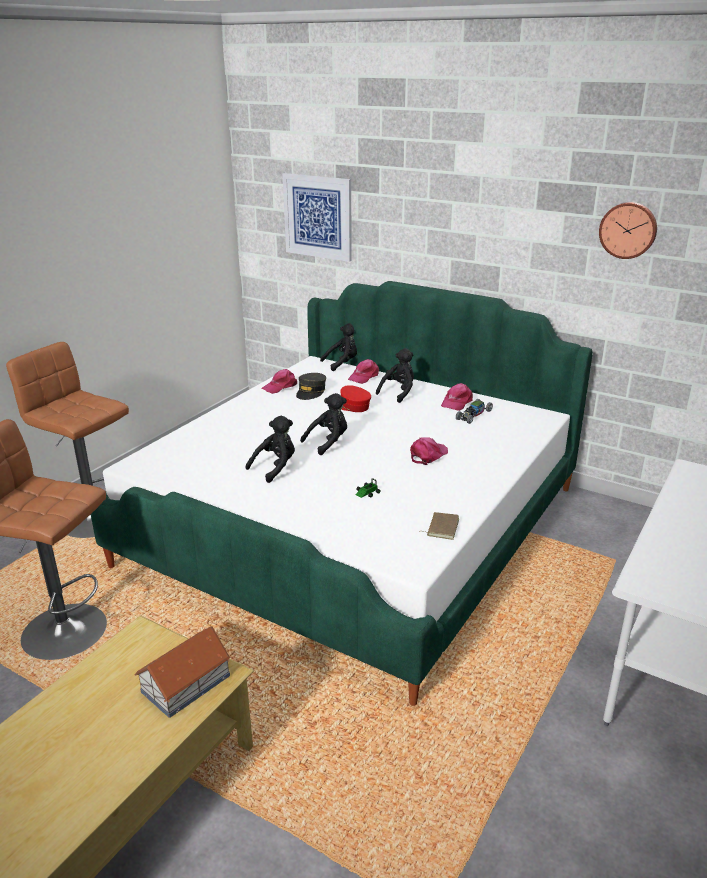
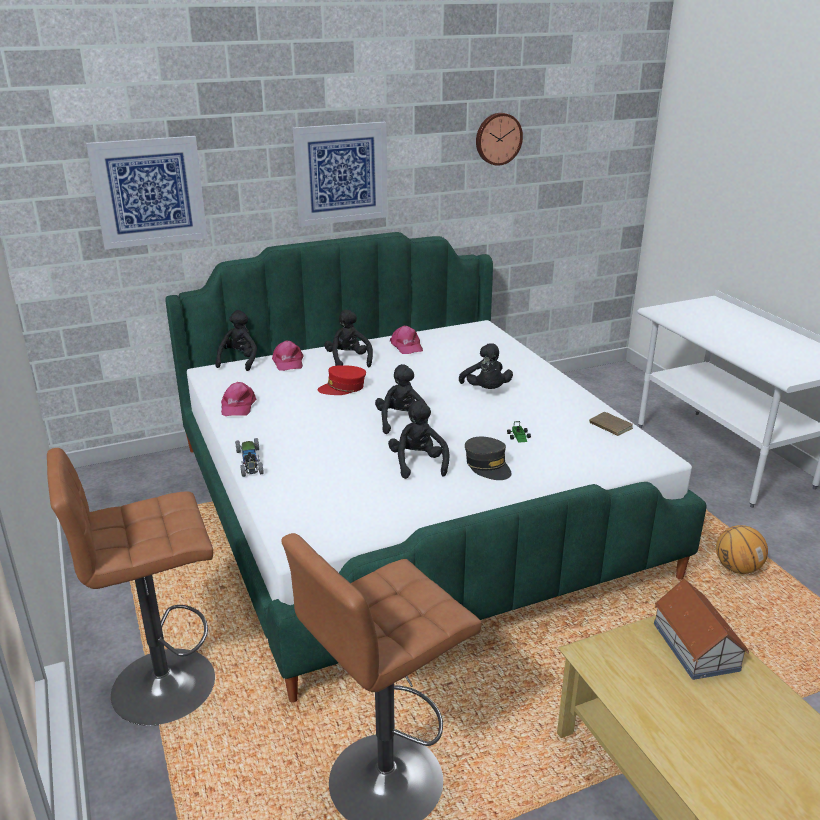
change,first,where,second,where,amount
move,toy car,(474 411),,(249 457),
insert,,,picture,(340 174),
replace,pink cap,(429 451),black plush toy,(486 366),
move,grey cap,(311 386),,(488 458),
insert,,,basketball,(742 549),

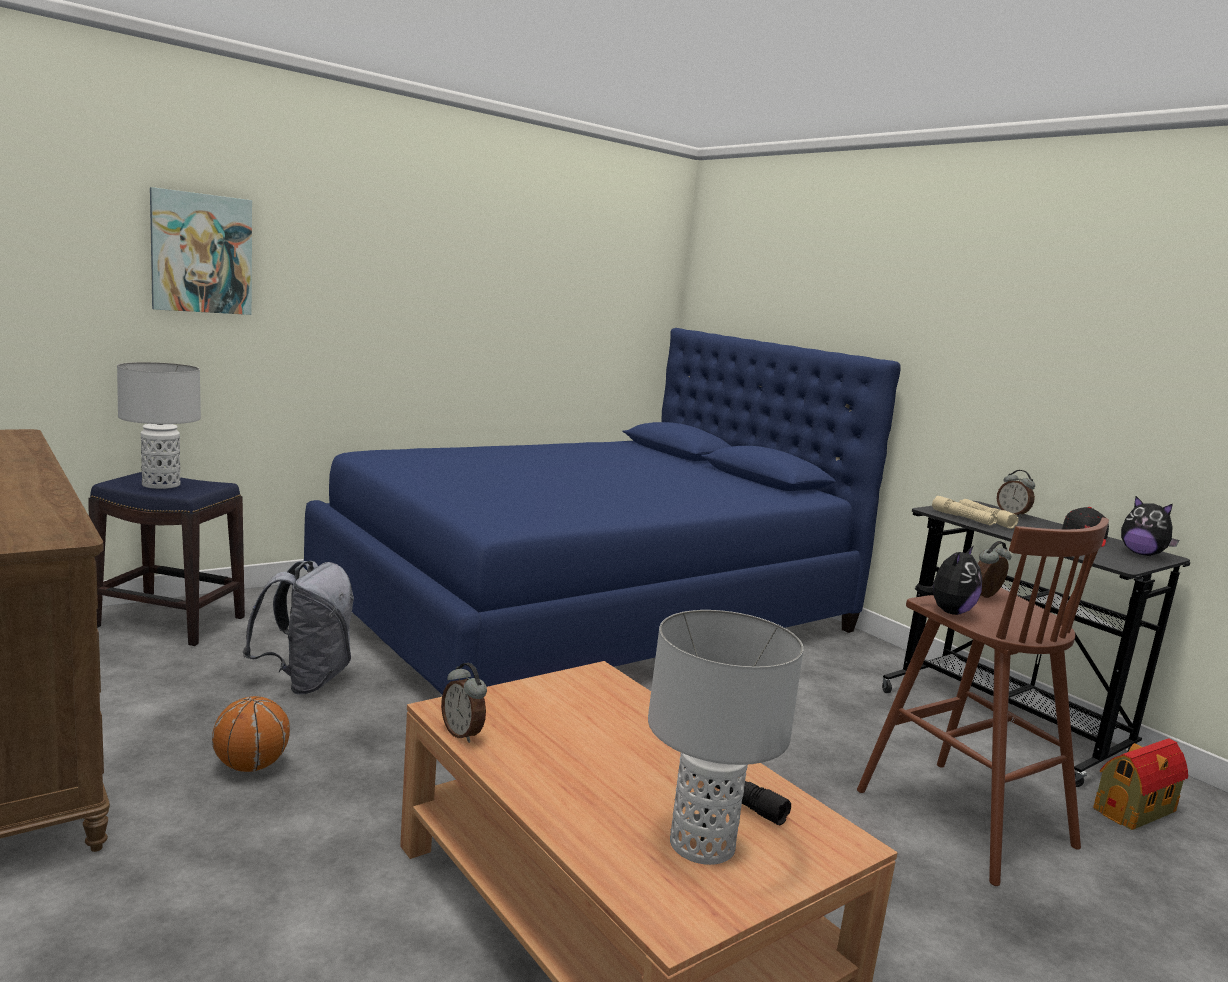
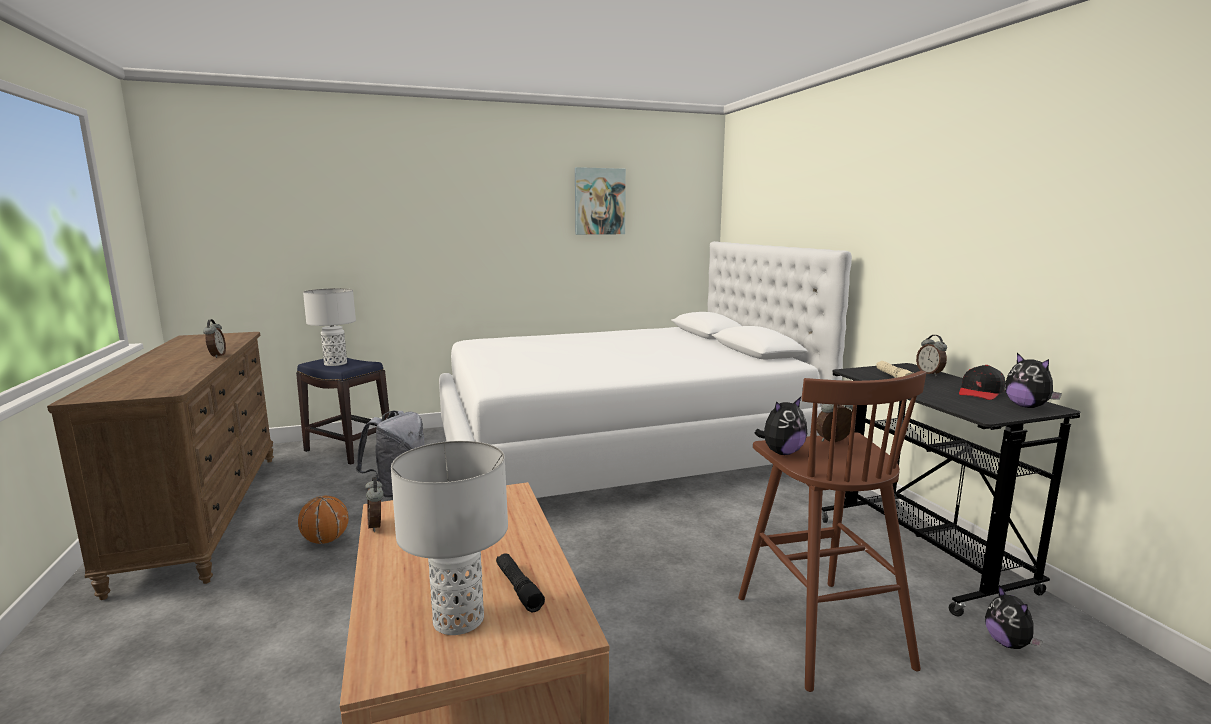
change,first,where,second,where,amount
insert,,,alarm clock,(214 338),
recolor,blue bed,(602 511),white bed,(645 369),
move,picture,(201 251),,(600 201),
replace,toy house,(1140 784),plush toy,(1014 617),
delete,beige flashlight,(965 511),,,

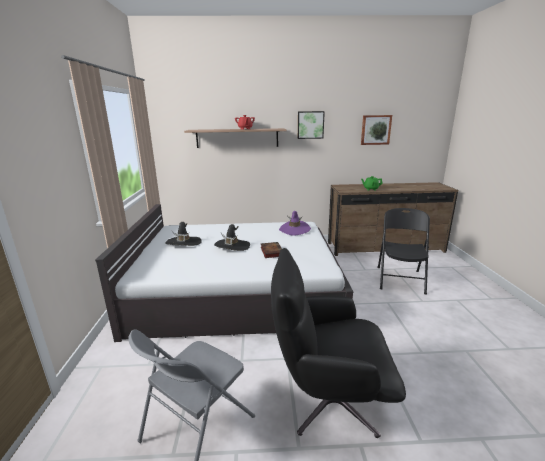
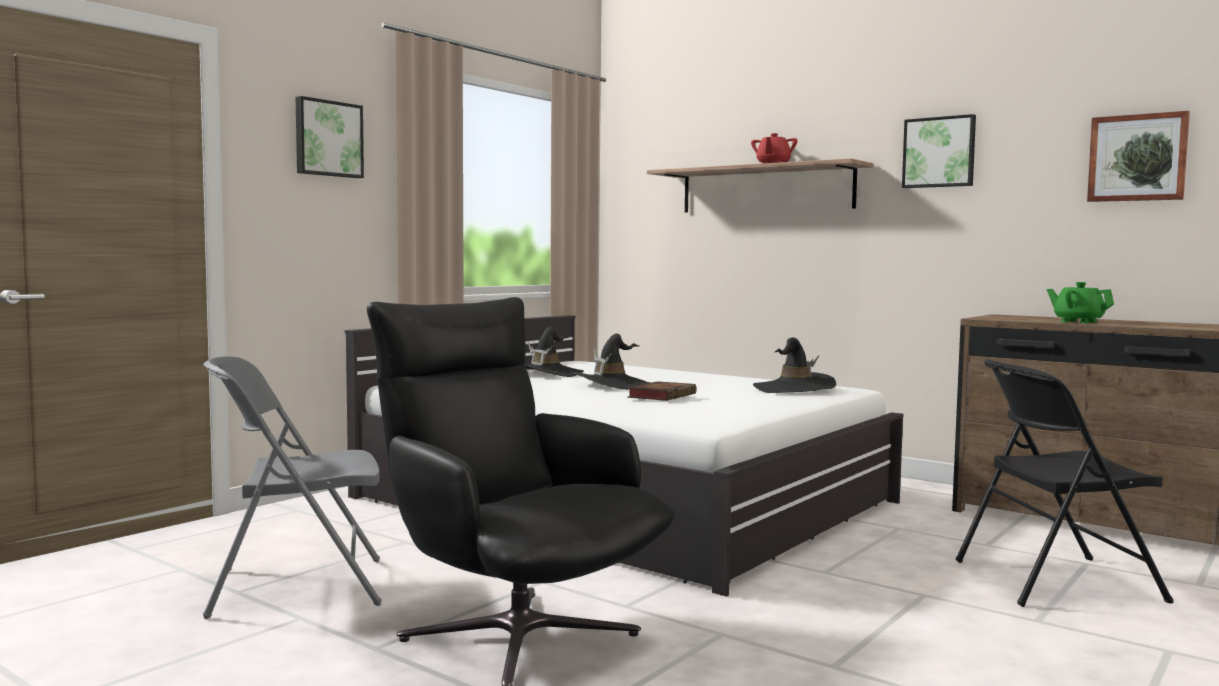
change,first,where,second,where,amount
insert,,,picture,(330 137),
recolor,purple hat,(295 223),black hat,(794 365),
rotate,black chair,(403 251),,(1064 483),150 degrees counterclockwise

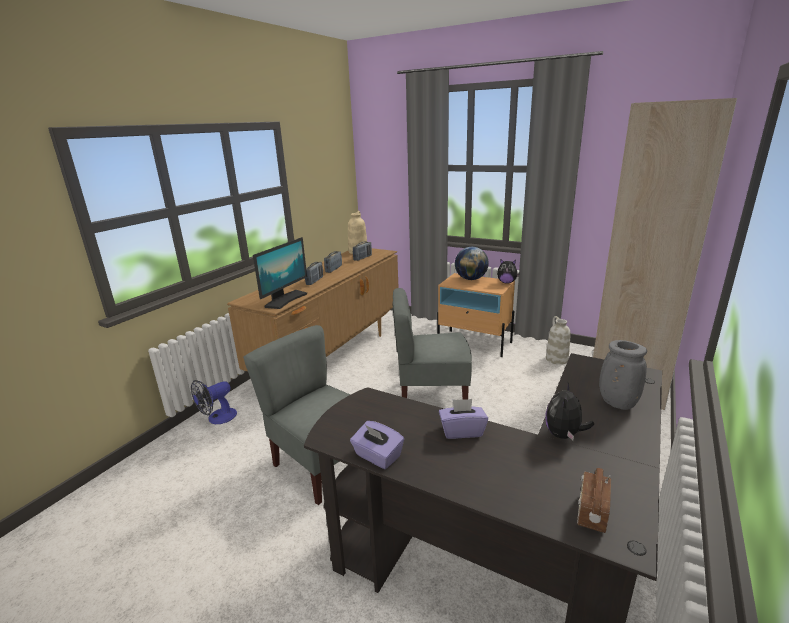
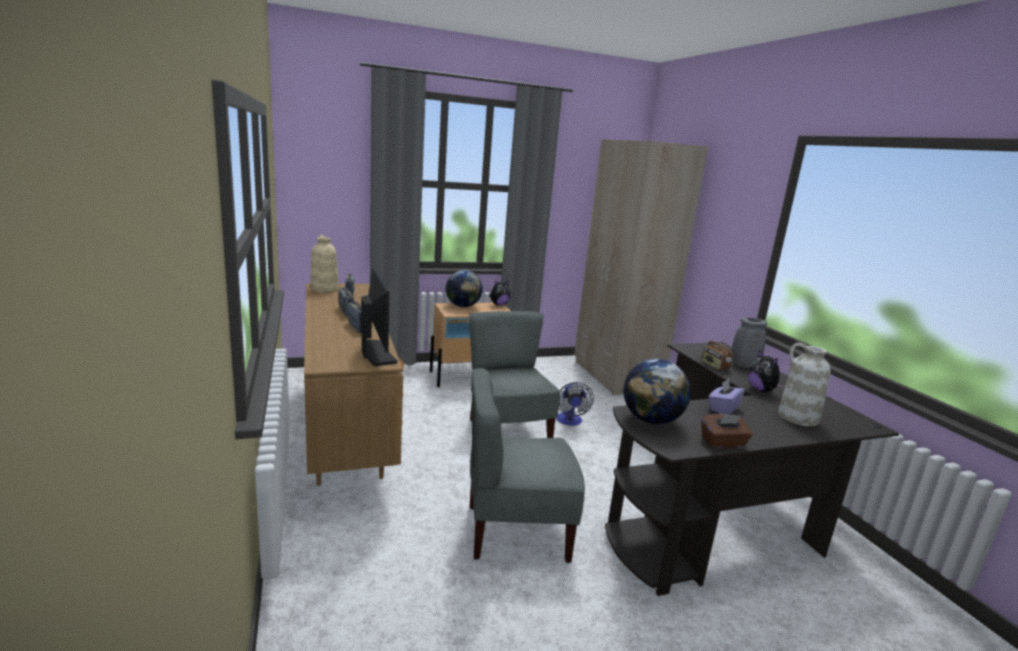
change,first,where,second,where,amount
rotate,grey chair,(432 343),,(514 374),120 degrees clockwise
move,fan,(214 402),,(575 404),
insert,,,globe,(657 391),
move,radio,(594 500),,(717 353),
recolor,purple tissue box,(377 445),brown tissue box,(727 431),
move,white vase,(558 340),,(804 385),

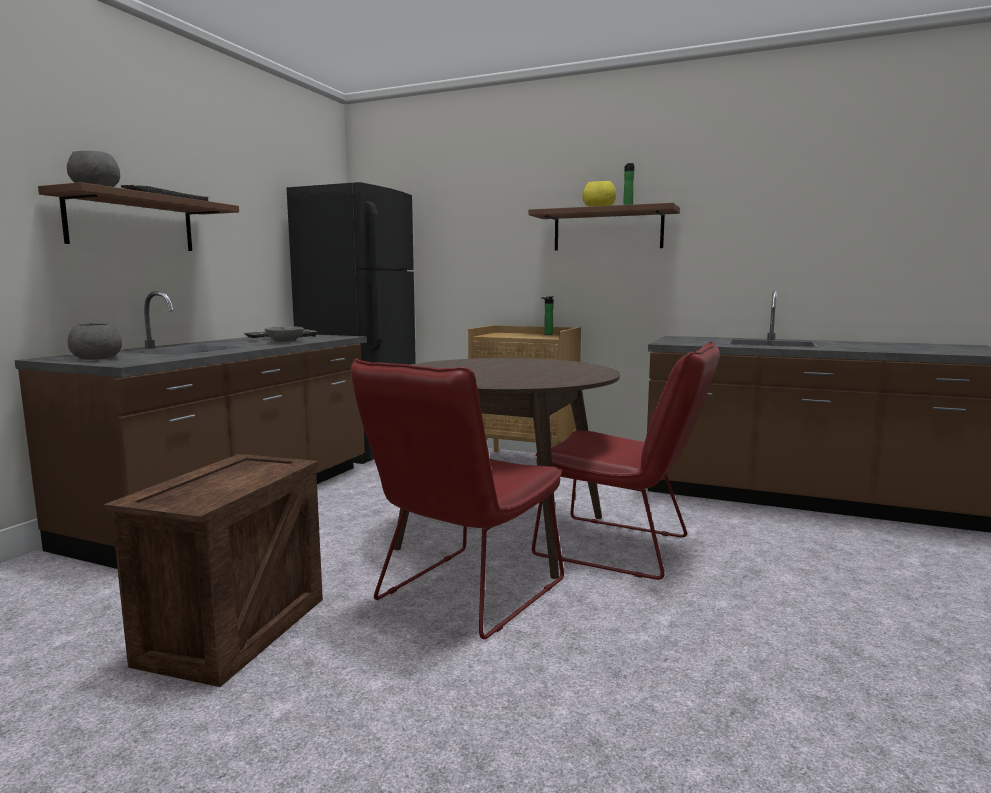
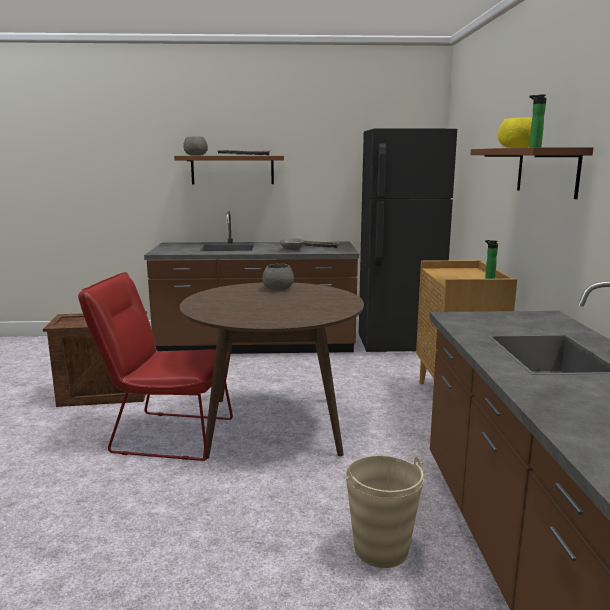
change,first,where,second,where,amount
move,grey bowl,(95 341),,(278 277),
insert,,,beige bucket,(384 512),
delete,red chair,(626 461),,,

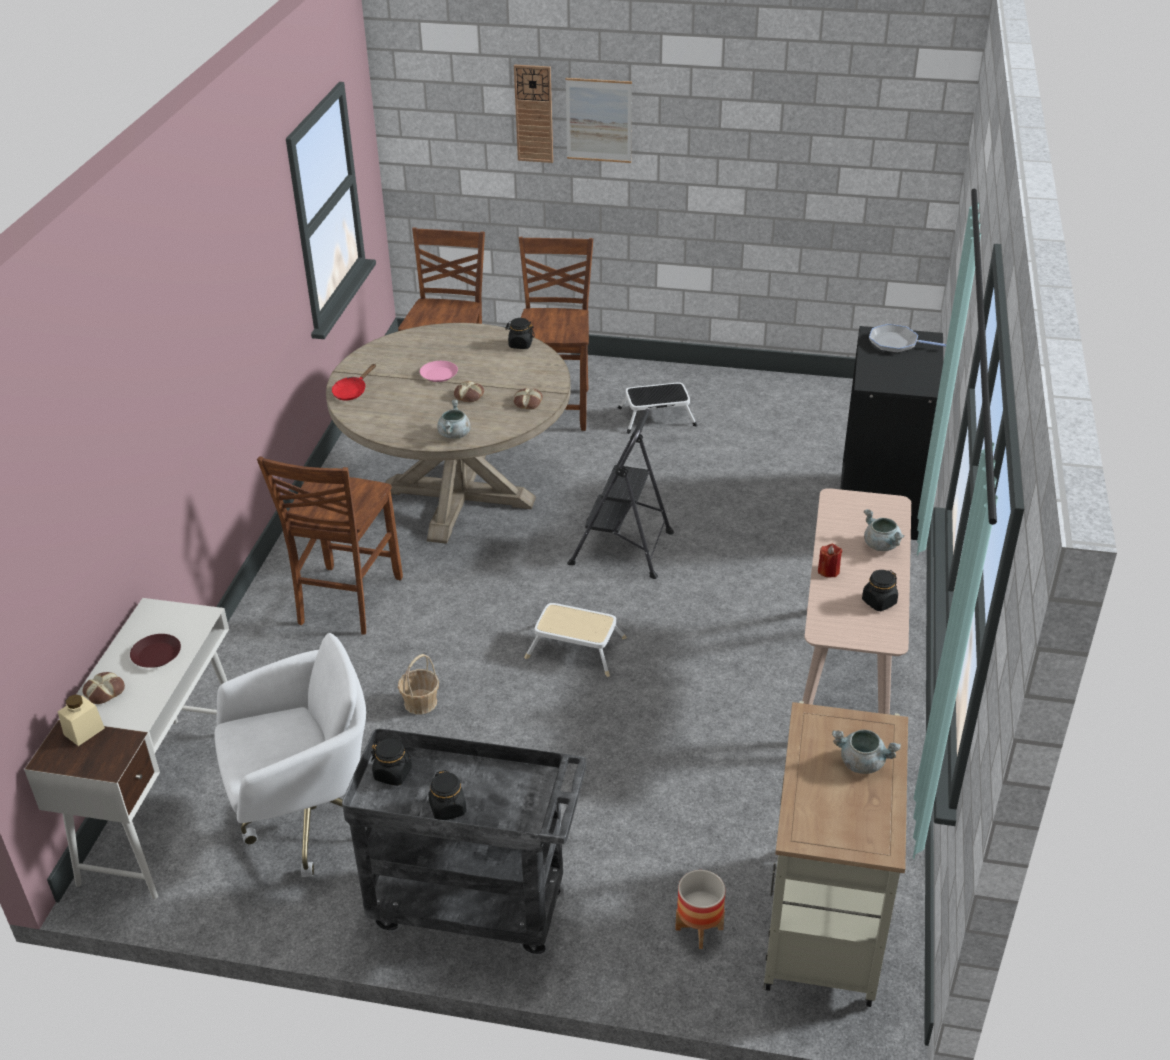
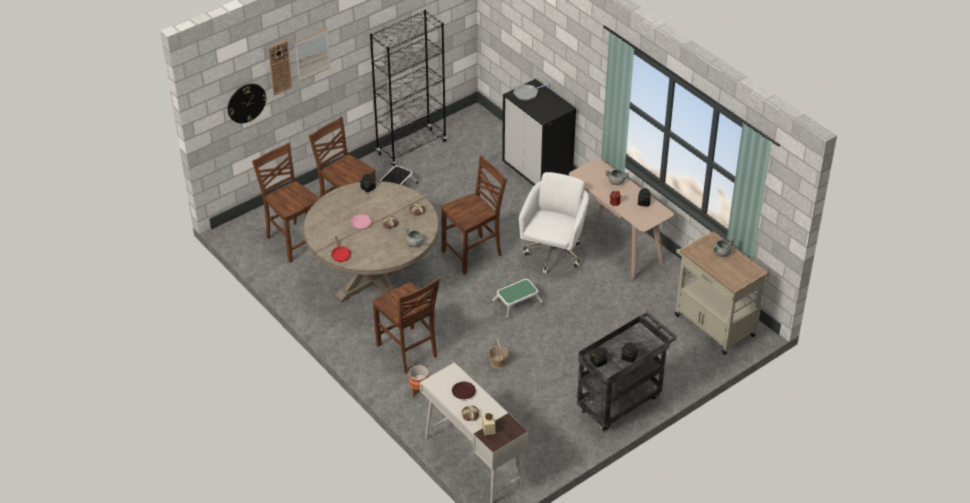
change,first,where,second,where,amount
insert,,,wall clock,(247 103),
insert,,,black bookcase,(408 88),
move,planter,(700 909),,(419 381),
replace,black step ladder,(620 494),brown chair,(474 214),
recolor,beige step ladder,(575 640),green step ladder,(517 299),
move,white office chair,(290 755),,(554 223),

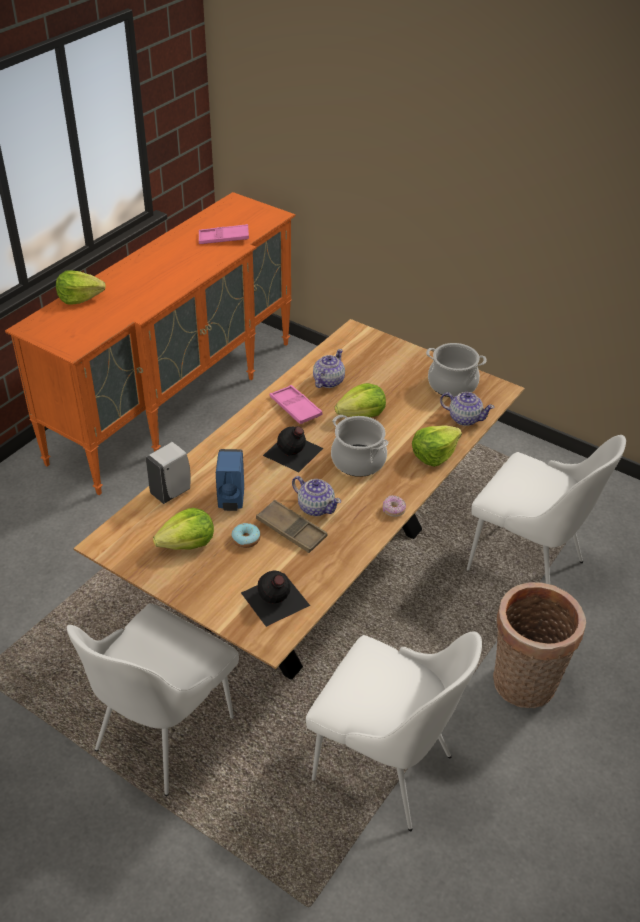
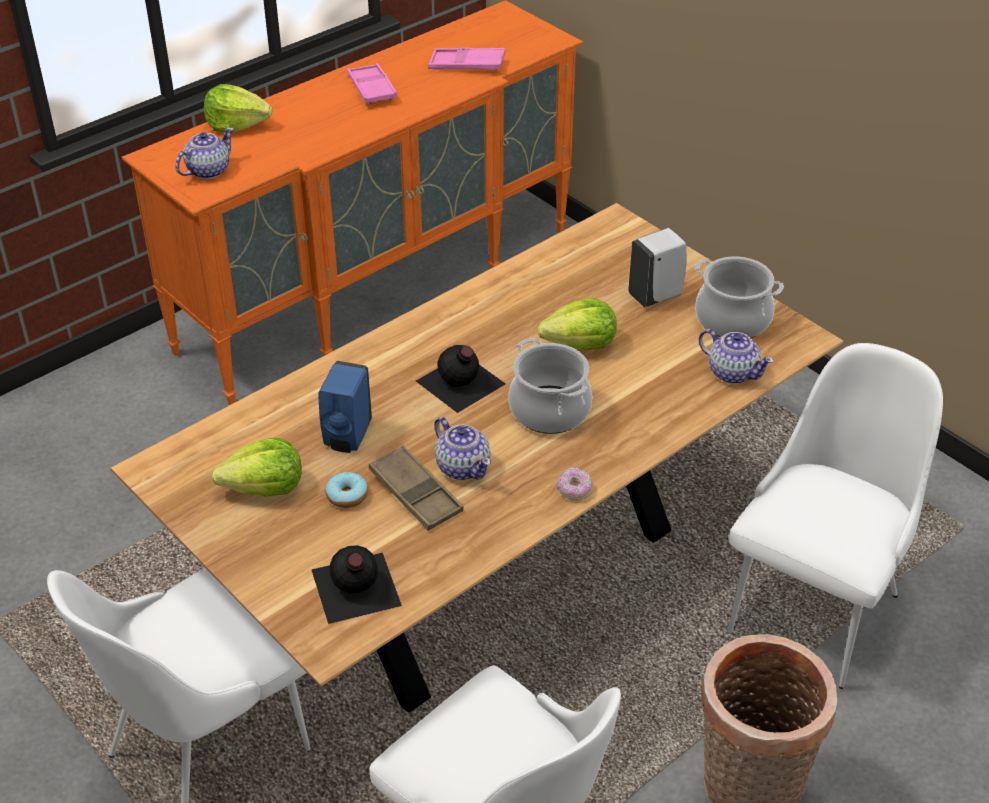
change,first,where,second,where,amount
move,teapot,(329 368),,(204 153),
move,pink tray,(296 404),,(372 83),
move,white soap dispenser,(168 473),,(657 267),
rotate,white chair,(546 509),,(835 516),105 degrees counterclockwise
delete,lettuce,(437 446),,,

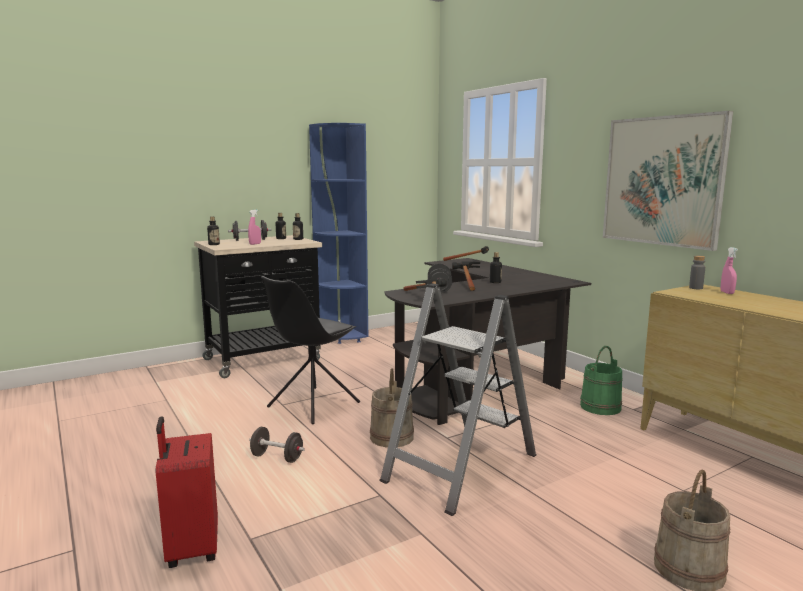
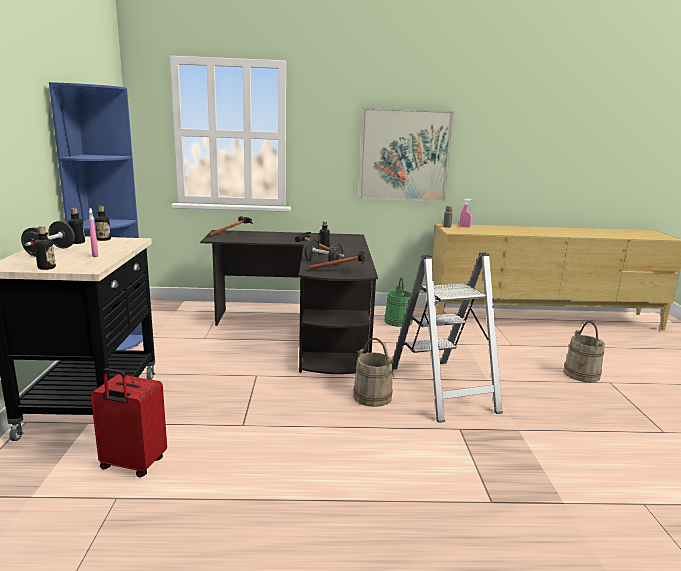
change,first,where,second,where,amount
move,red suitcase,(186 492),,(129 422),
delete,black dumbbell,(277 445),,,
delete,black chair,(311 350),,,

